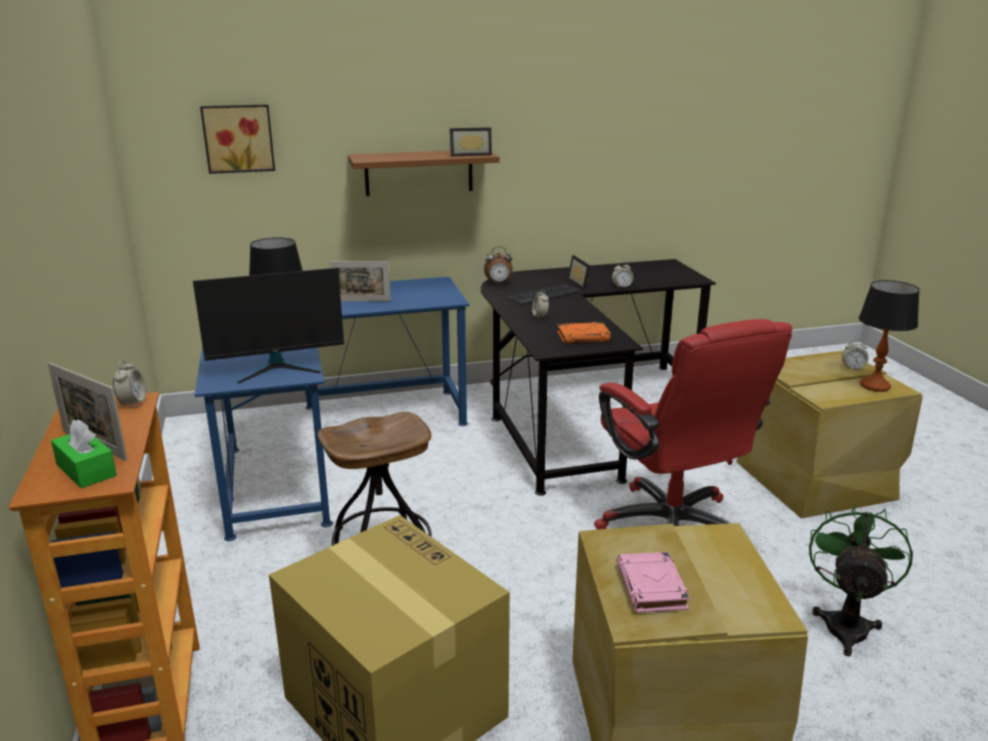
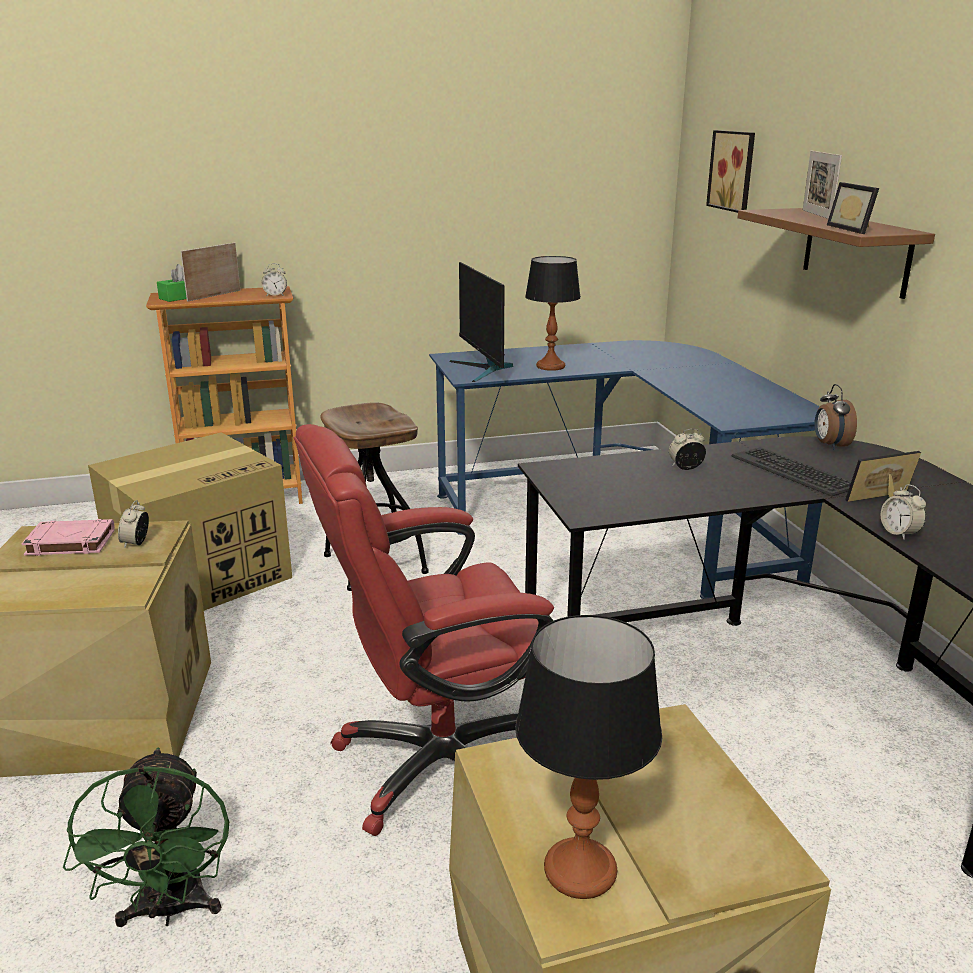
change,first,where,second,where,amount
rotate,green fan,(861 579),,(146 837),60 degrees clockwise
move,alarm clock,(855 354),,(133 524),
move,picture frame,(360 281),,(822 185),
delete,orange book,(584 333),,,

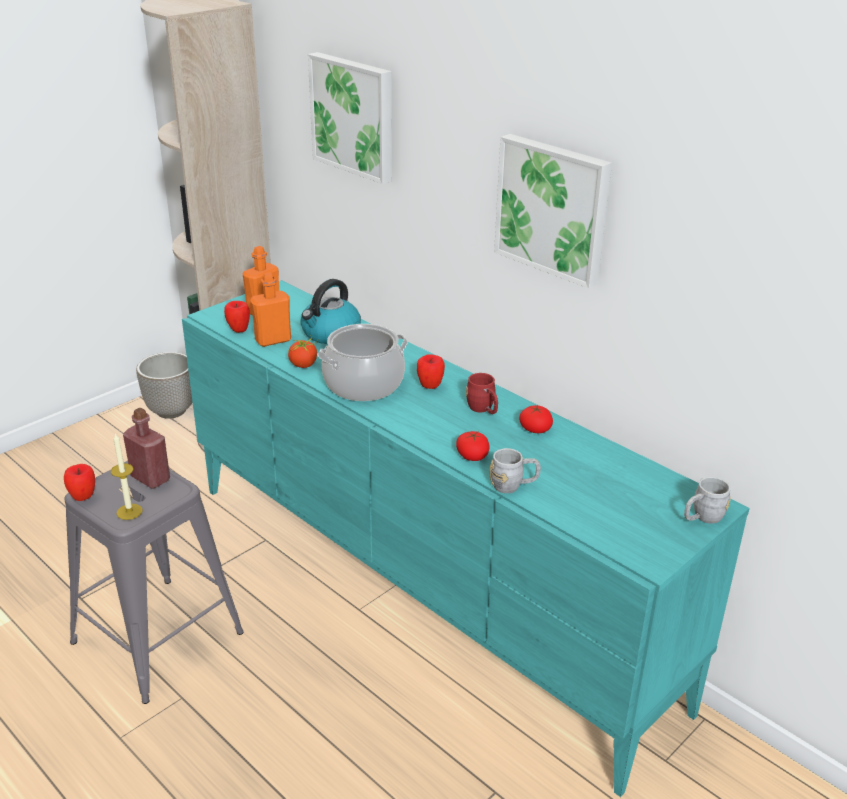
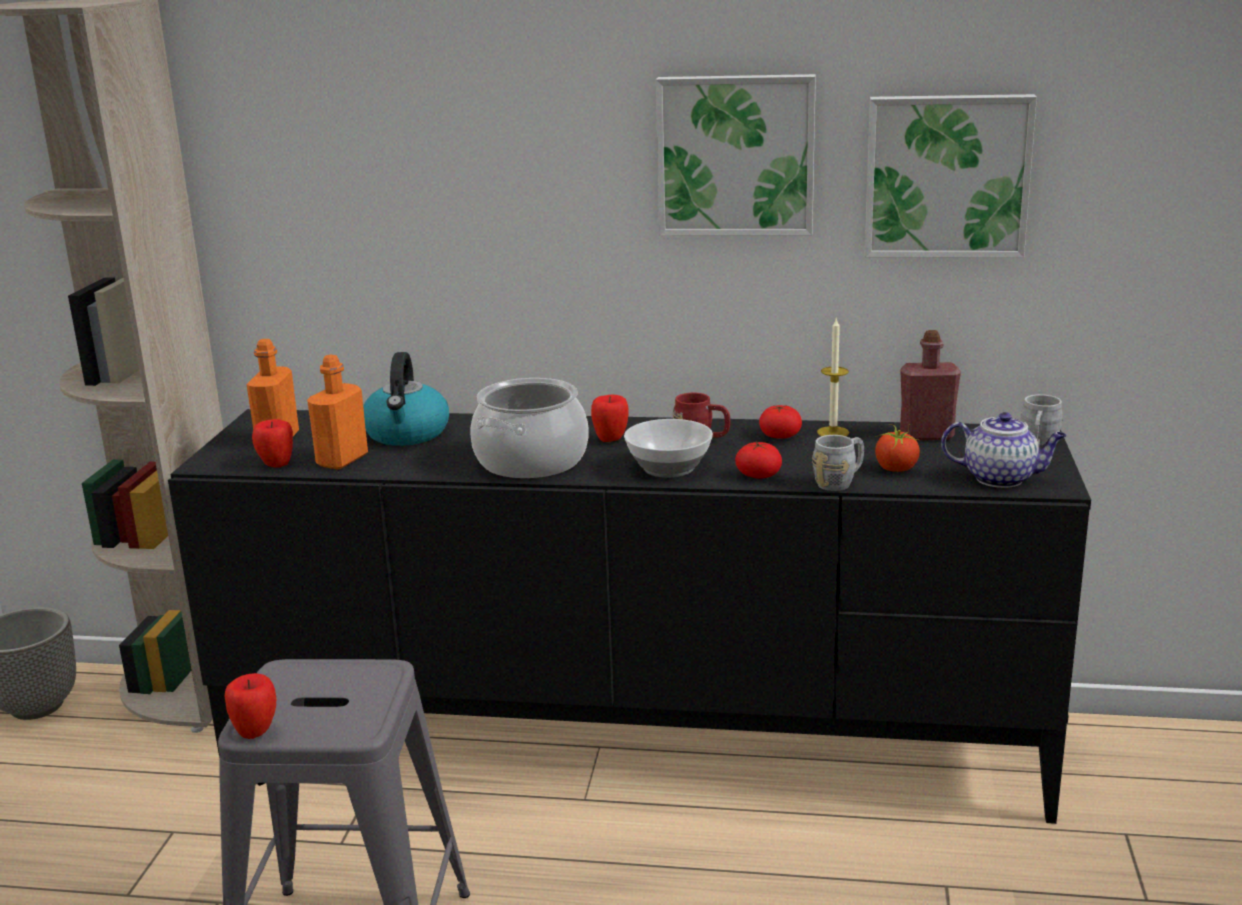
change,first,where,second,where,amount
recolor,turquoise cabinet,(466 538),black cabinet,(629 616),
insert,,,bowl,(668 448),
move,candle,(127 476),,(833 377),
move,picture,(350 118),,(951 176),
move,tomato,(303 351),,(897 448),
move,red bottle,(146 448),,(930 385),
insert,,,teapot,(1003 450),

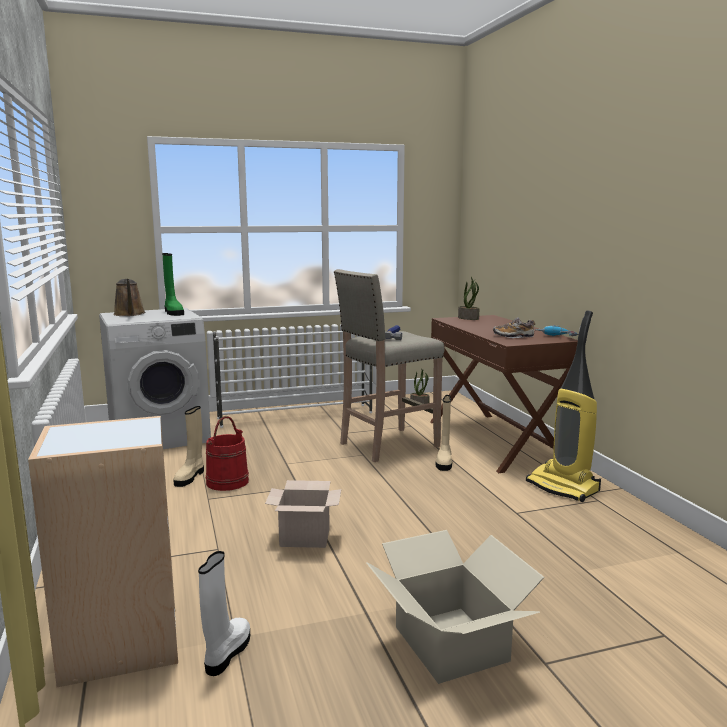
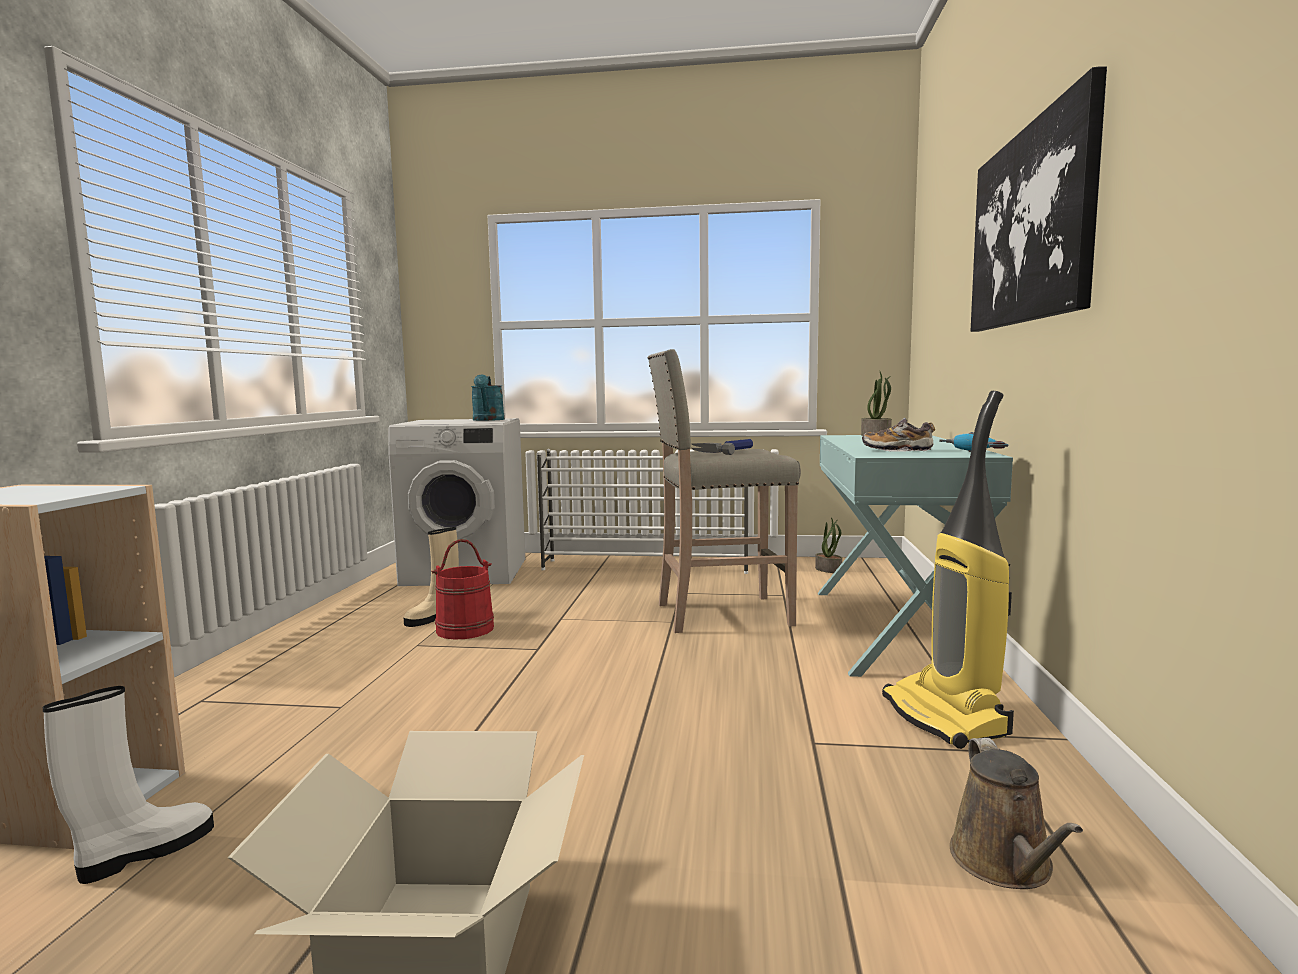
change,first,where,second,where,amount
replace,green boot,(173 284),turquoise watering can,(488 397),
recolor,brown desk,(504 394),turquoise desk,(915 556),
move,brown watering can,(129 297),,(1016 813),
insert,,,picture,(1039 199),
delete,cardboard box,(303 514),,,
delete,beige boot,(444 433),,,

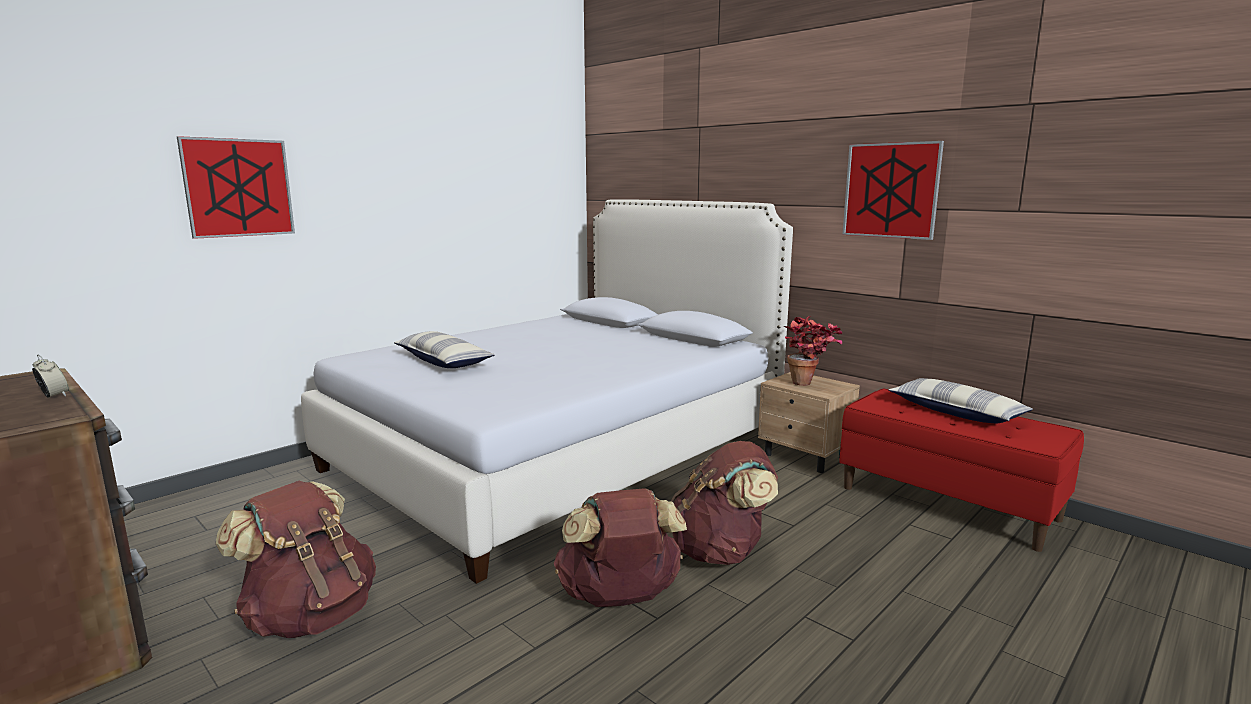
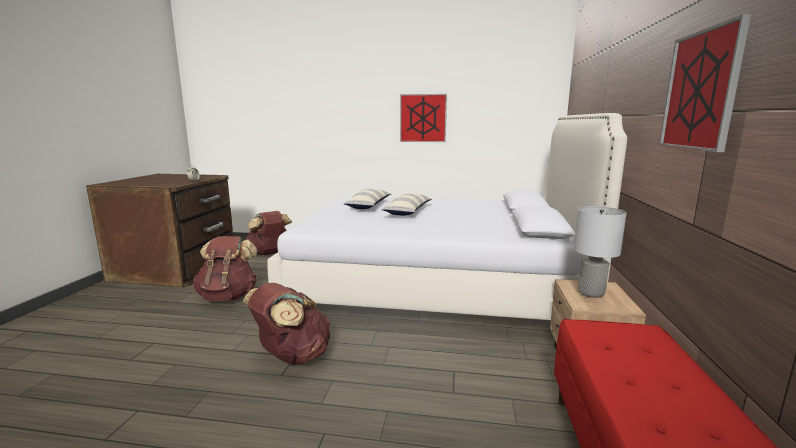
change,first,where,second,where,amount
move,brown backpack,(724 503),,(268 233),
move,pillow,(961 400),,(406 204),
move,picture,(236 187),,(423 118),
replace,potted plant,(813 350),grey table lamp,(600 252),

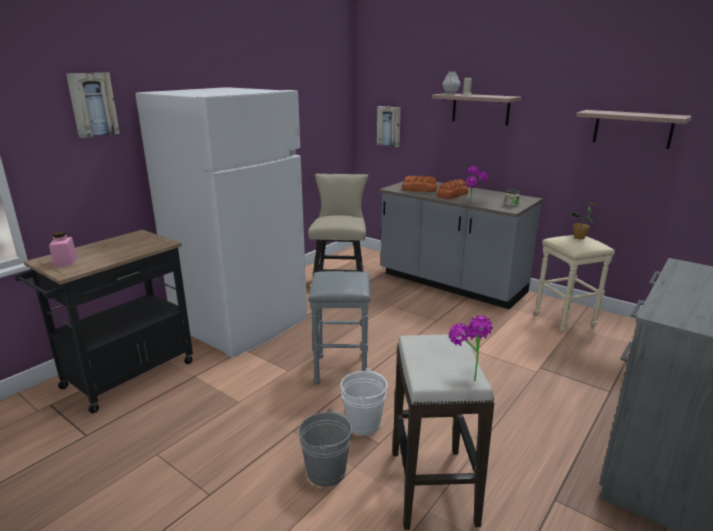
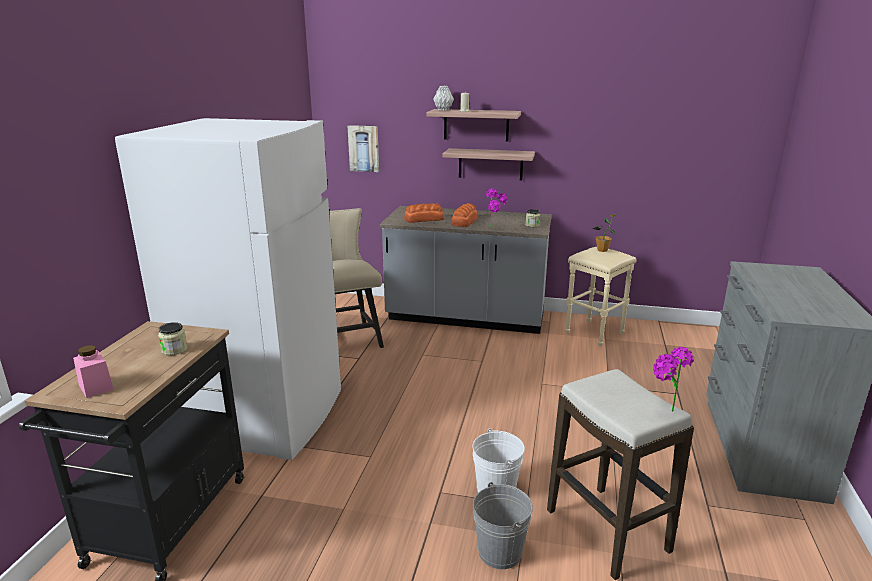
change,first,where,second,where,amount
insert,,,jar,(172 338),
move,shelf,(634 129),,(488 164),
delete,picture,(93 105),,,
delete,grey stool,(339 327),,,

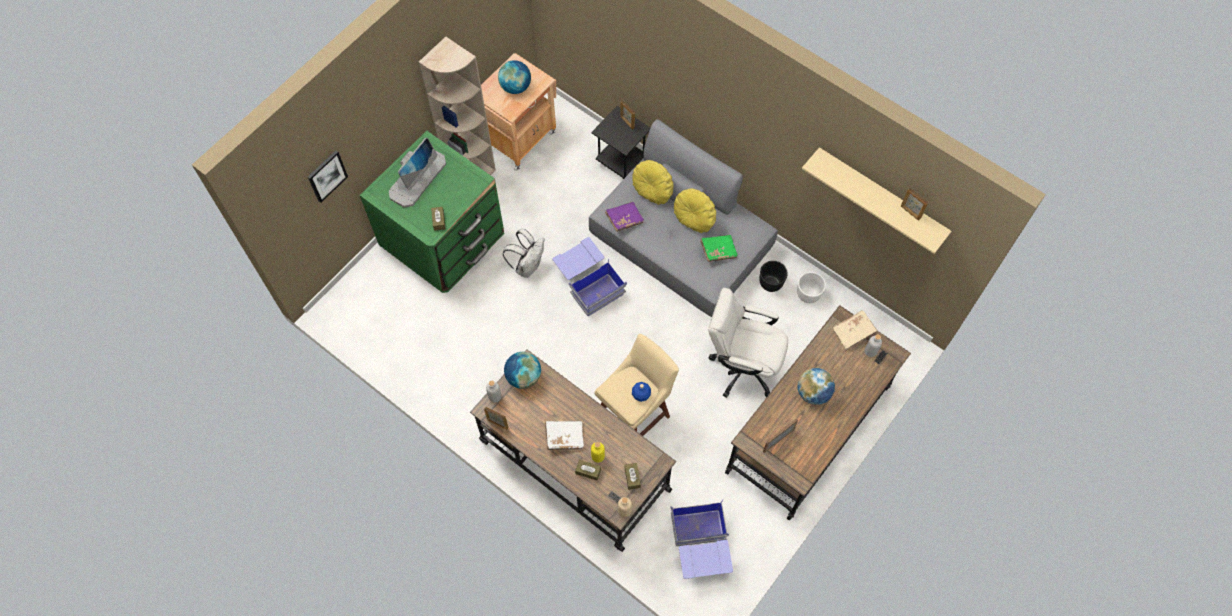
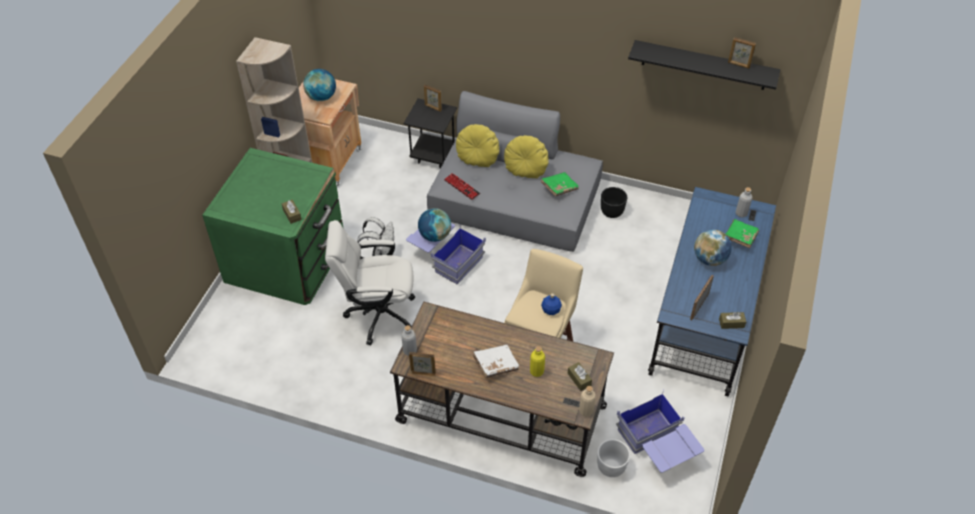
change,first,where,second,where,amount
move,white office chair,(748 343),,(370 282),
move,globe,(522 370),,(434 225),
replace,purple book,(624 217),keyboard,(462 186),
move,white planter,(811 287),,(613 458),
recolor,beige shelf,(876 200),black shelf,(704 65),
recolor,brown desk,(818 413),blue desk,(712 292),
move,brown tissue box,(588 470),,(732 320),
insert,,,green book,(742 233),
delete,picture,(328 177),,,
delete,monitor,(417 173),,,
delete,beige book,(855 330),,,

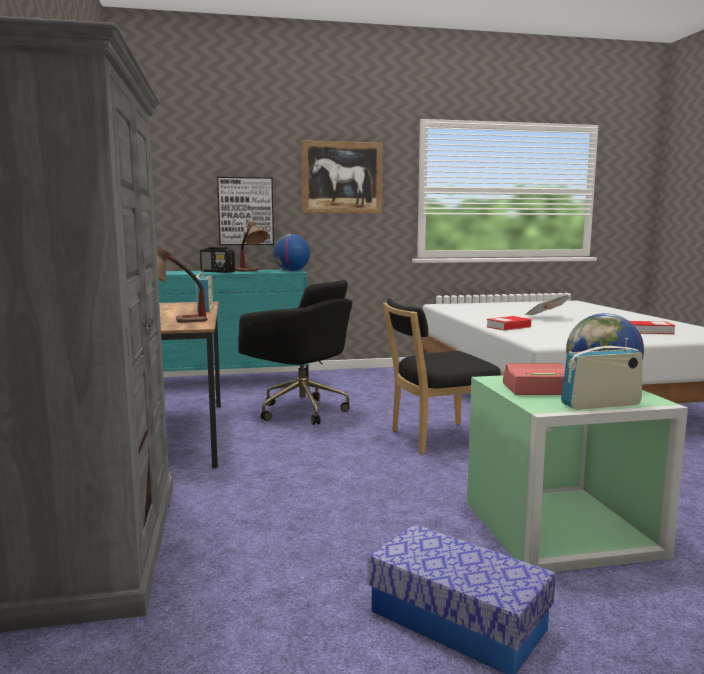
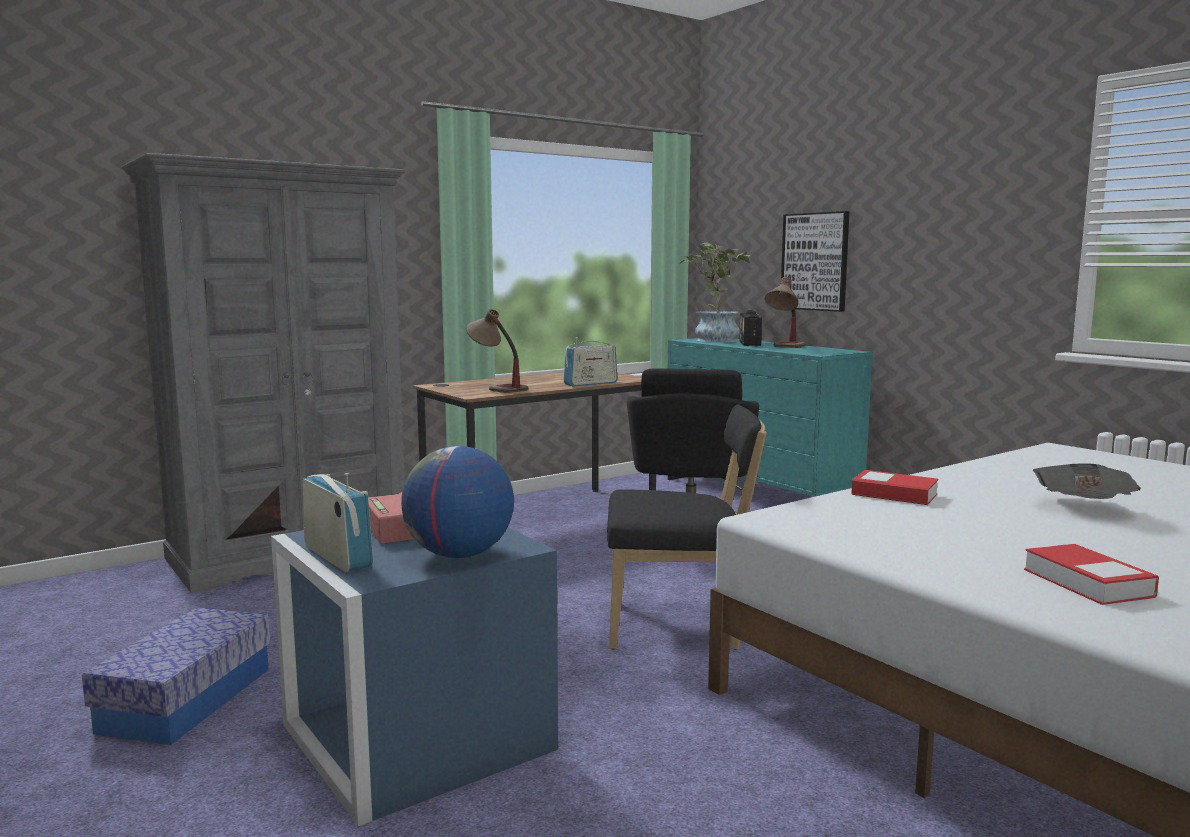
change,first,where,second,where,amount
recolor,green storage box,(577 473),blue storage box,(414 676),
rotate,black chair,(441 377),,(687 527),135 degrees clockwise
insert,,,potted plant,(714 292),
delete,globe,(291 252),,,
delete,picture,(342 176),,,

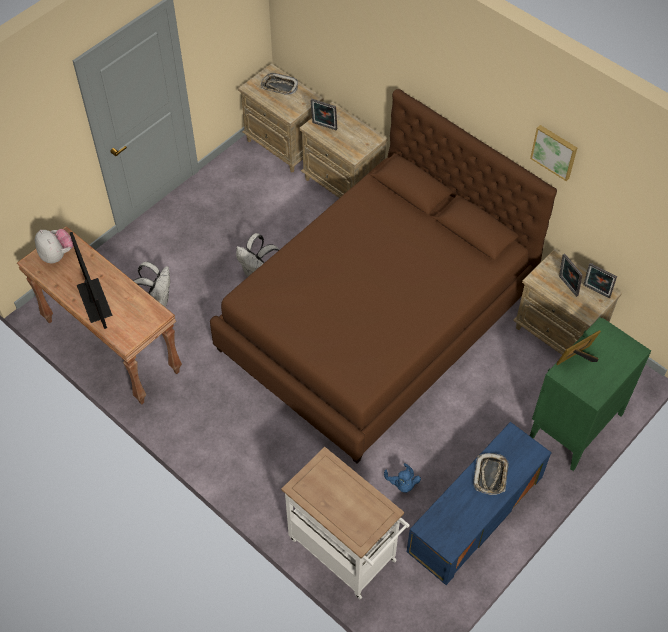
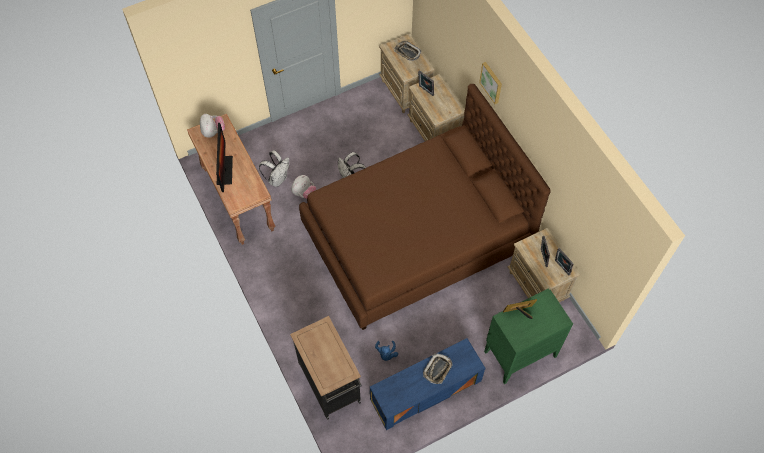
change,first,where,second,where,amount
recolor,white cart,(345 523),black cart,(326 368),
insert,,,plush toy,(303 187),
move,picture,(553 153),,(490 83),

